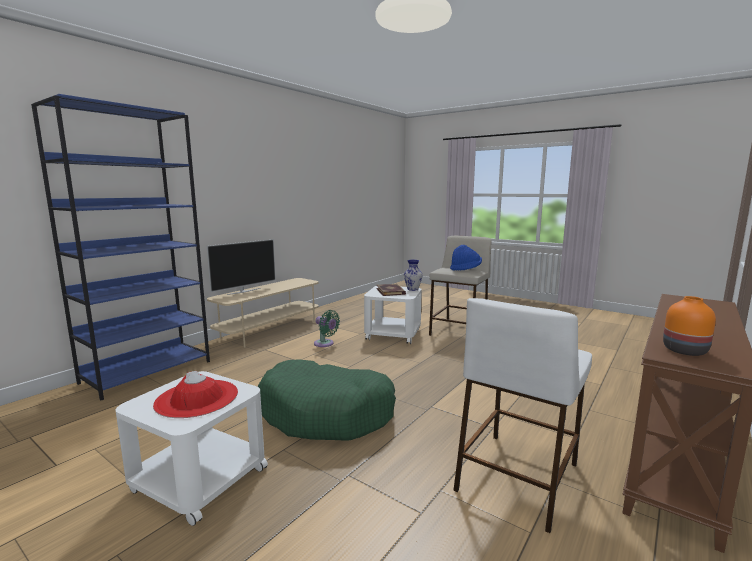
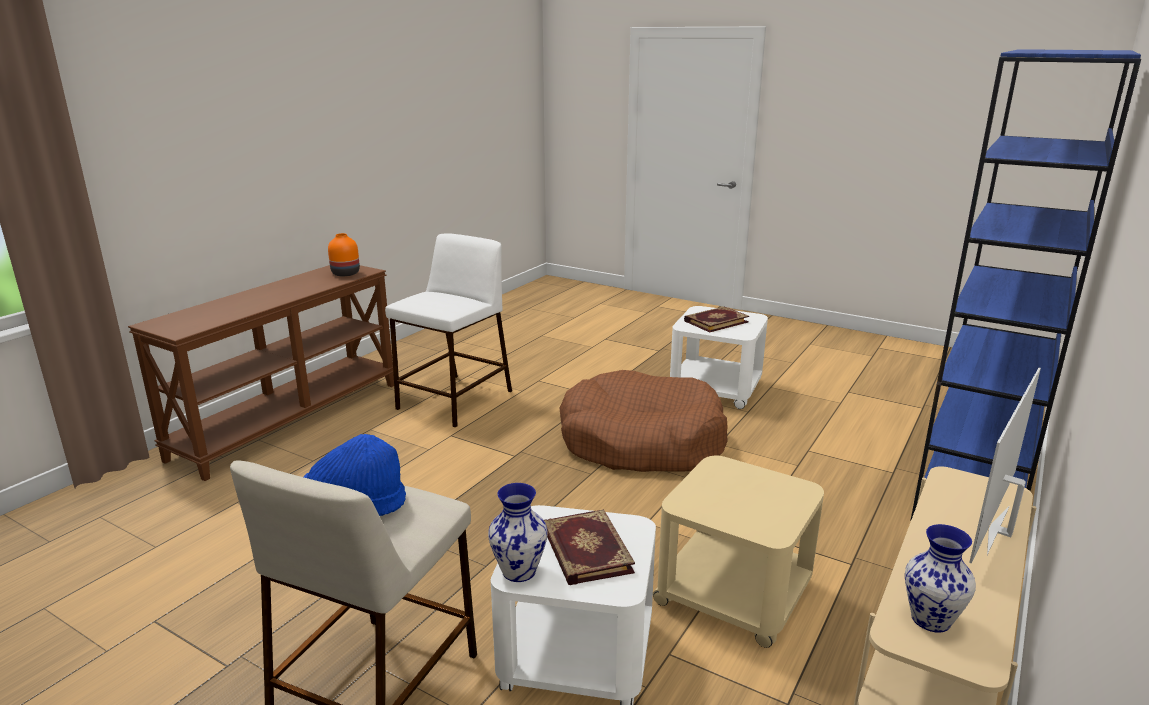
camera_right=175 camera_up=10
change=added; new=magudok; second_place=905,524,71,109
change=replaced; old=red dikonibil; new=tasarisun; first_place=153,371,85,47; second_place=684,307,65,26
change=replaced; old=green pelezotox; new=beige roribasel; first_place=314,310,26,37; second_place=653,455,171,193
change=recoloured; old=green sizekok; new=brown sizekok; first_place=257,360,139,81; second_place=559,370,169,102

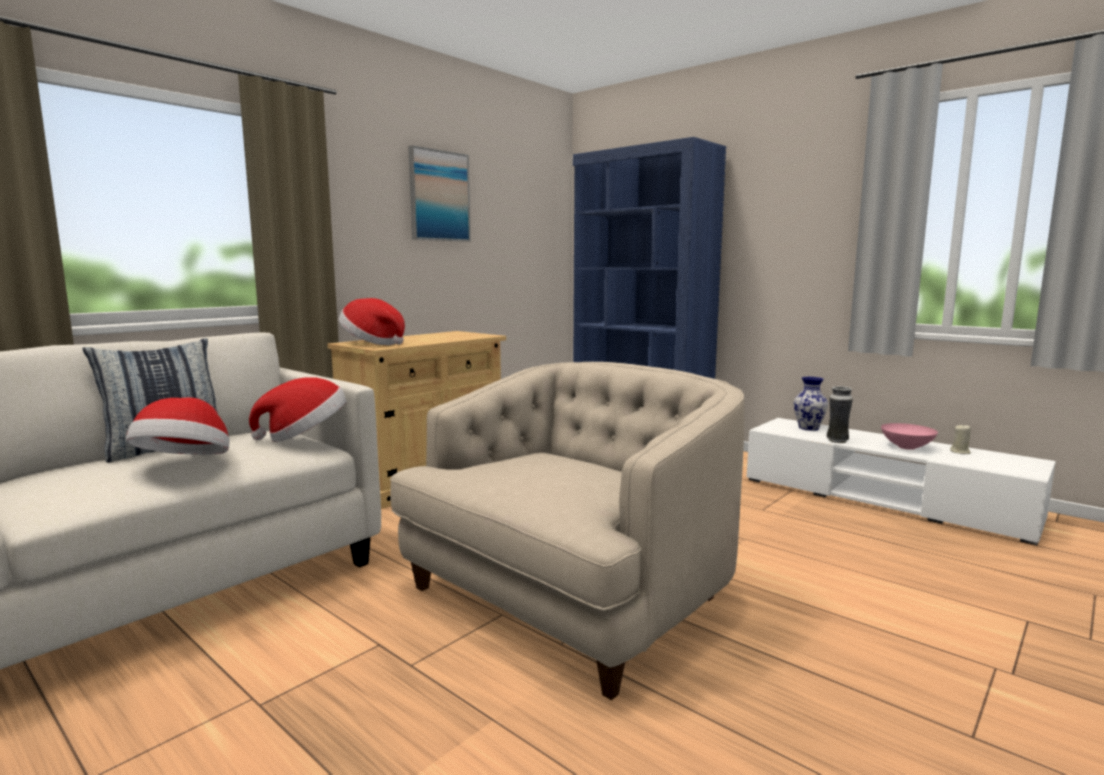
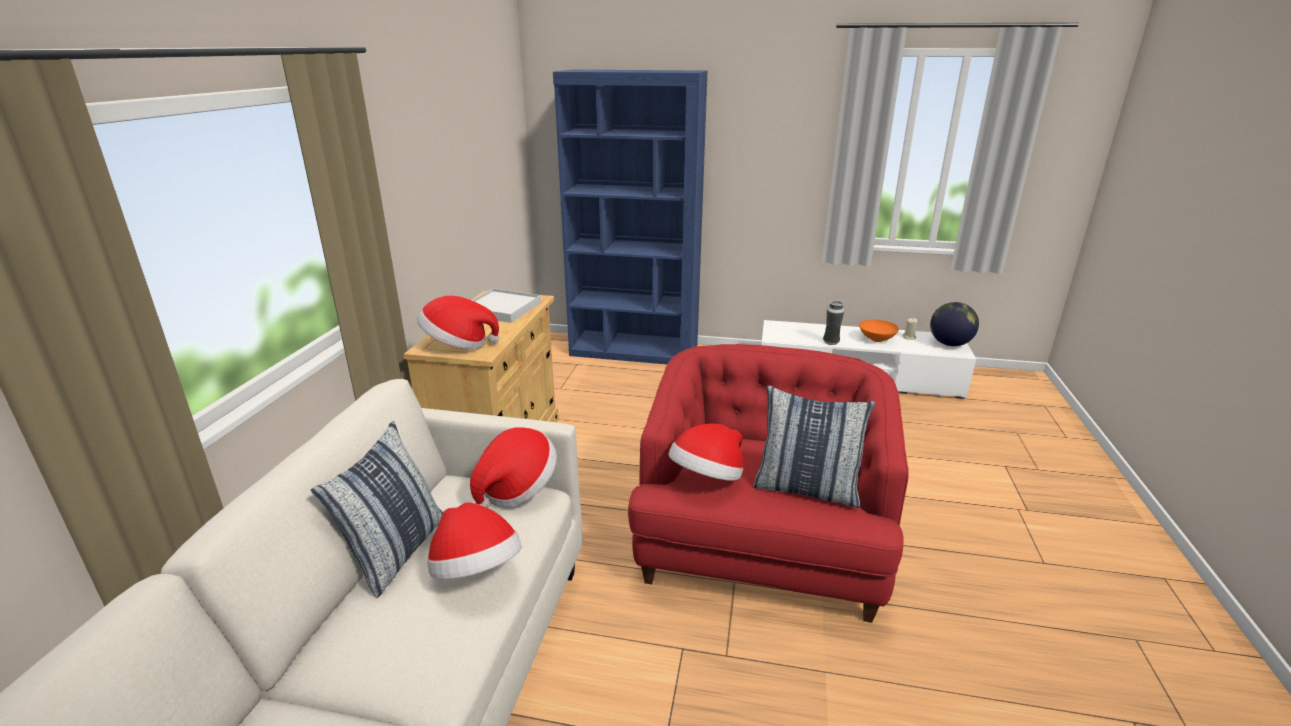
camera_right=-30 camera_up=15
change=removed; old=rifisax; first_place=408,145,63,97
change=removed; old=magudok; first_place=794,377,34,54
change=added; new=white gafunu; second_place=472,289,69,34
change=added; new=dikonibil; second_place=668,424,75,57
change=added; new=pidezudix; second_place=753,385,122,123
change=added; new=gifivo; second_place=930,302,49,44
change=recoloured; old=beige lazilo; new=red lazilo; first_place=390,362,354,338; second_place=628,344,281,279
change=recoloured; old=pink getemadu; new=orange getemadu; first_place=881,423,57,27; second_place=859,320,40,22

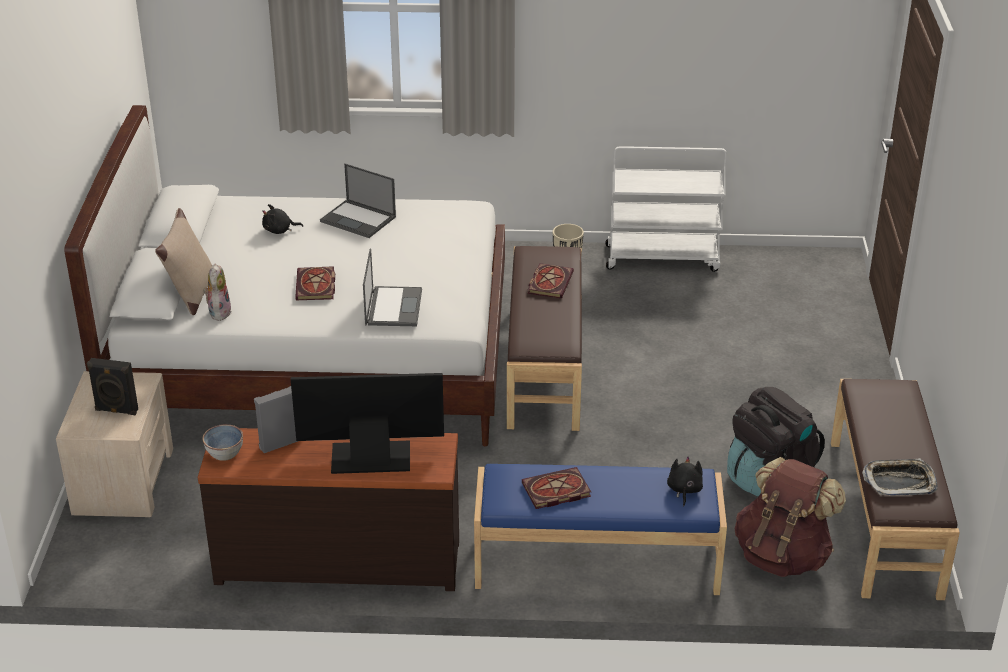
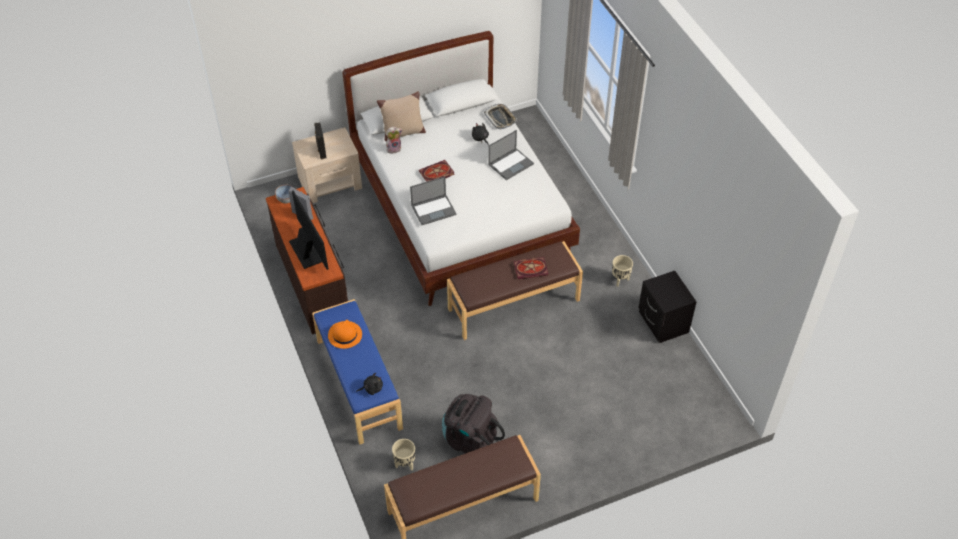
camera_right=65 camera_up=15
change=moved; old=gafunu; first_place=862,458,76,38; second_place=484,104,33,25
change=replaced; old=tasarisun; new=orange dikonibil; first_place=522,467,69,42; second_place=328,320,34,29
change=replaced; old=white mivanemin; new=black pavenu; first_place=605,146,122,126; second_place=638,271,58,72
change=replaced; old=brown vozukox; new=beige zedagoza; first_place=735,457,111,120; second_place=392,439,23,32
change=turned; old=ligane; first_place=320,164,76,74; second_place=488,130,46,50; degrees=-135

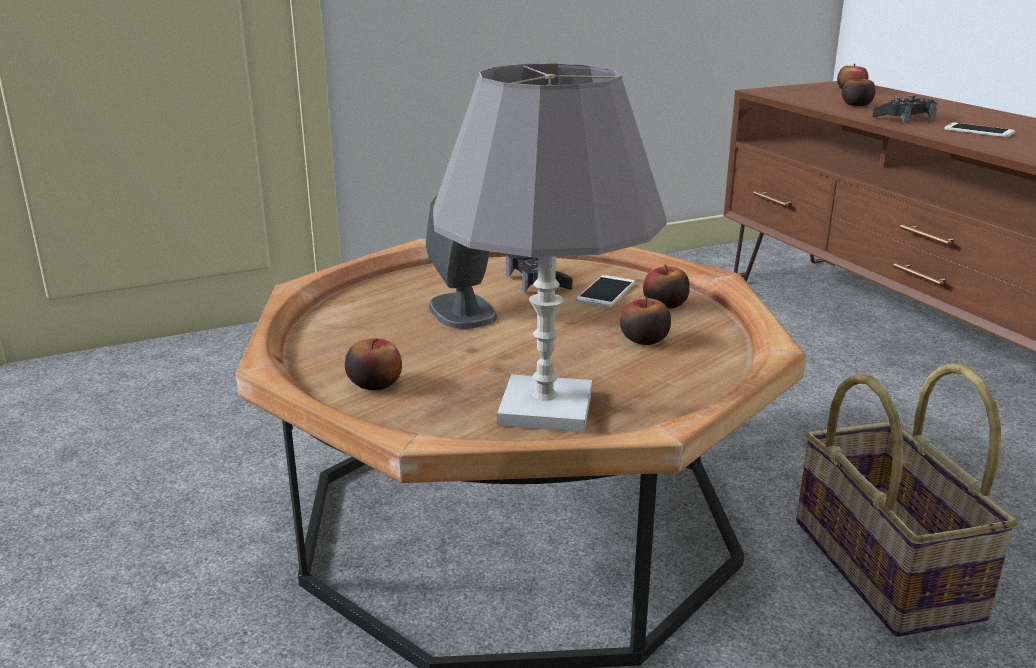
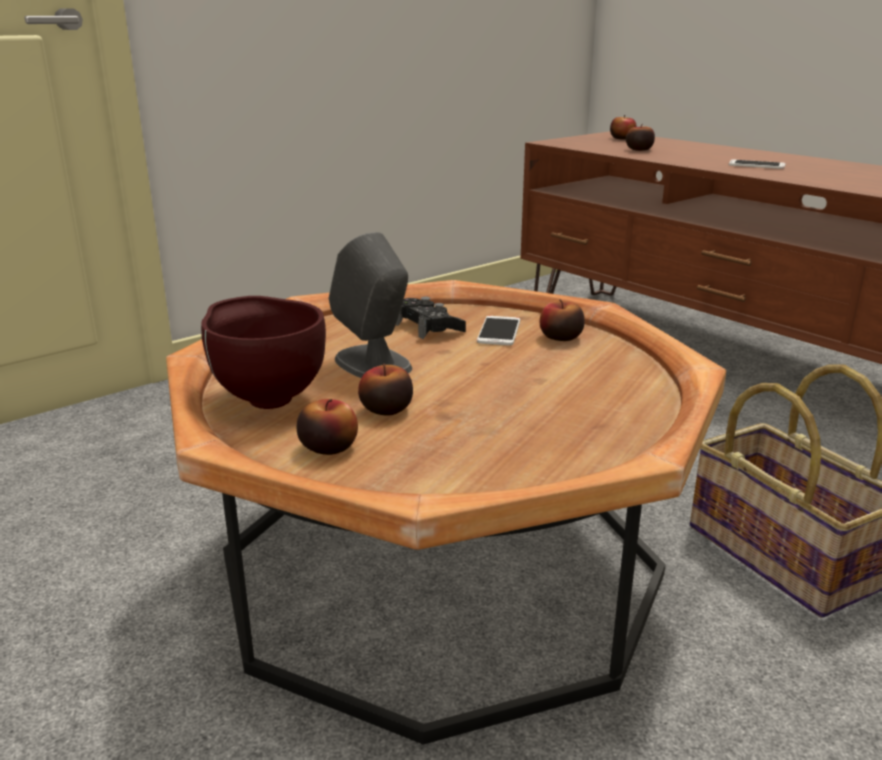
camera_right=-15 camera_up=0
change=removed; old=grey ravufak; first_place=433,63,234,369
change=removed; old=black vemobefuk; first_place=873,95,64,28
change=added; new=brown getemadu; second_place=201,296,125,113
change=moved; old=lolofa; first_place=620,297,51,48; second_place=358,363,55,53

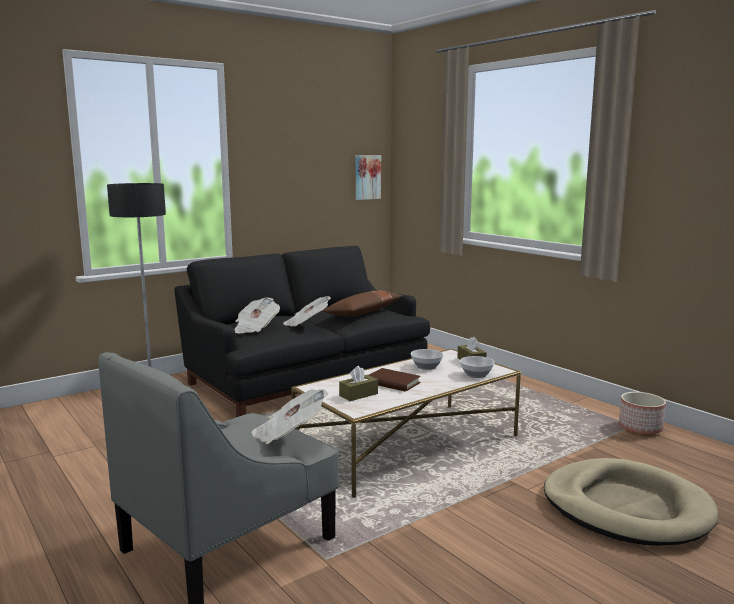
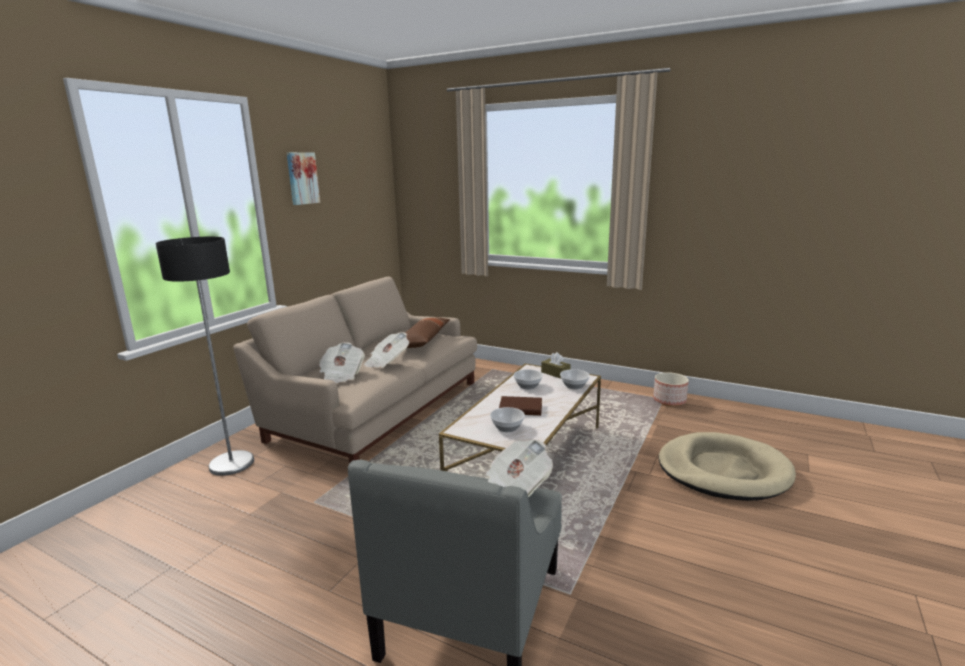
camera_right=-25 camera_up=5
change=moved; old=rifisax; first_place=356,155,25,45; second_place=287,152,33,53
change=replaced; old=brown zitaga; new=getemadu; first_place=339,366,39,35; second_place=490,407,35,25
change=recoloured; old=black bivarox; new=beige bivarox; first_place=174,246,256,171; second_place=233,276,244,188

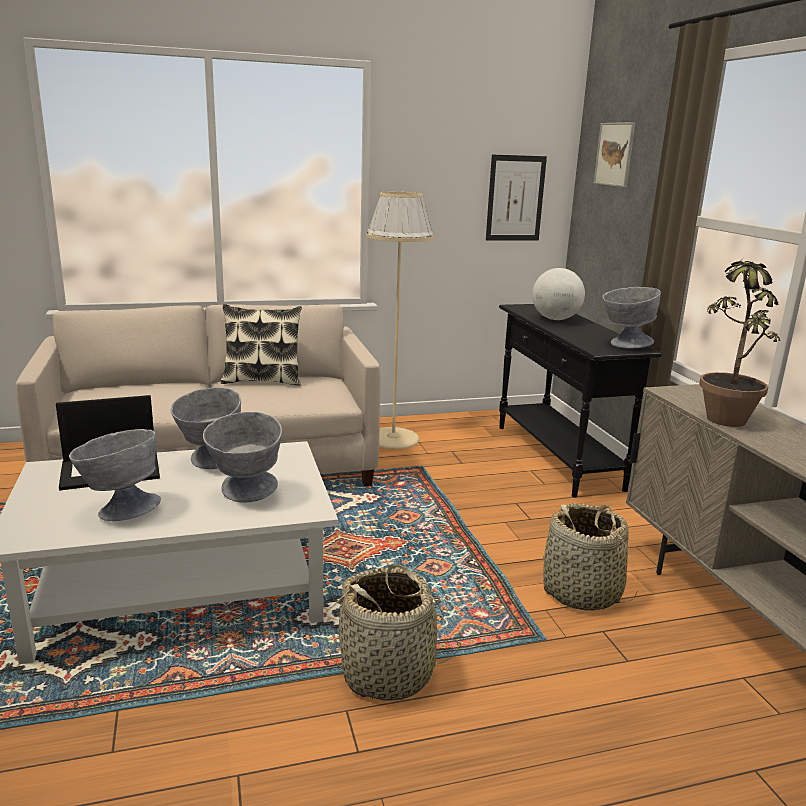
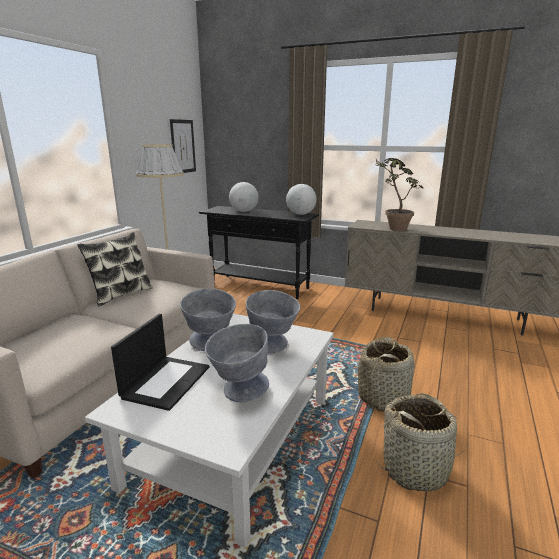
camera_right=-50 camera_up=0
change=removed; old=rifisax; first_place=594,122,42,65
change=moved; old=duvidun; first_place=543,503,95,108; second_place=376,393,94,99
change=replaced; old=grey getemadu; new=gifivo; first_place=602,287,59,62; second_place=286,184,31,31

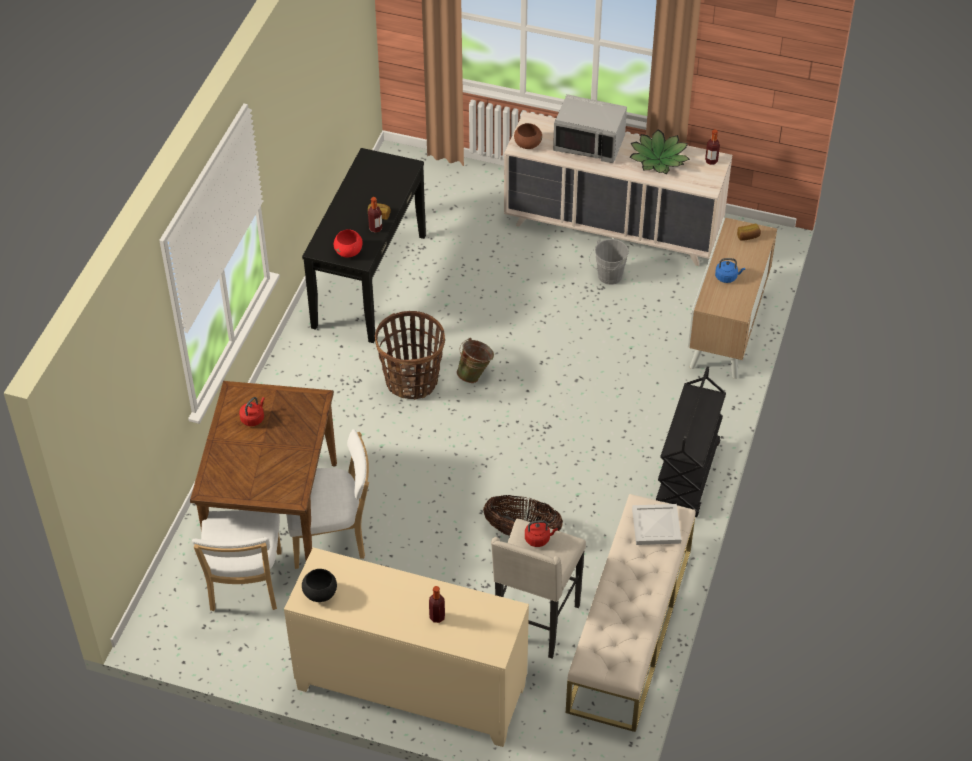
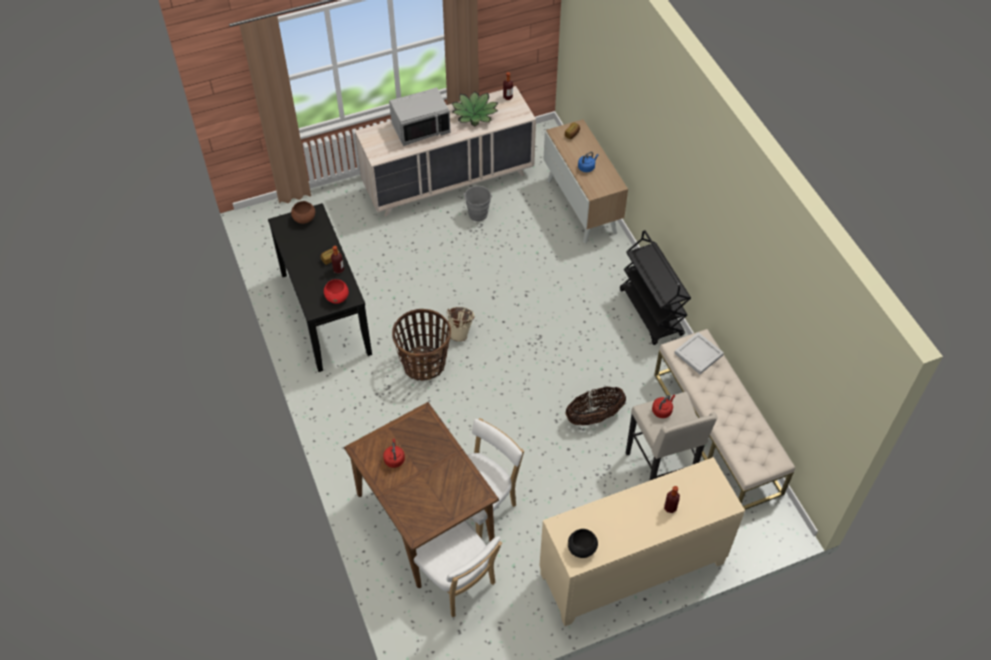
camera_right=-40 camera_up=5
change=moved; old=brown getemadu; first_place=514,123,28,26; second_place=291,201,24,23
change=recoloured; old=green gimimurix; new=beige gimimurix; first_place=456,338,38,45; second_place=446,307,29,35

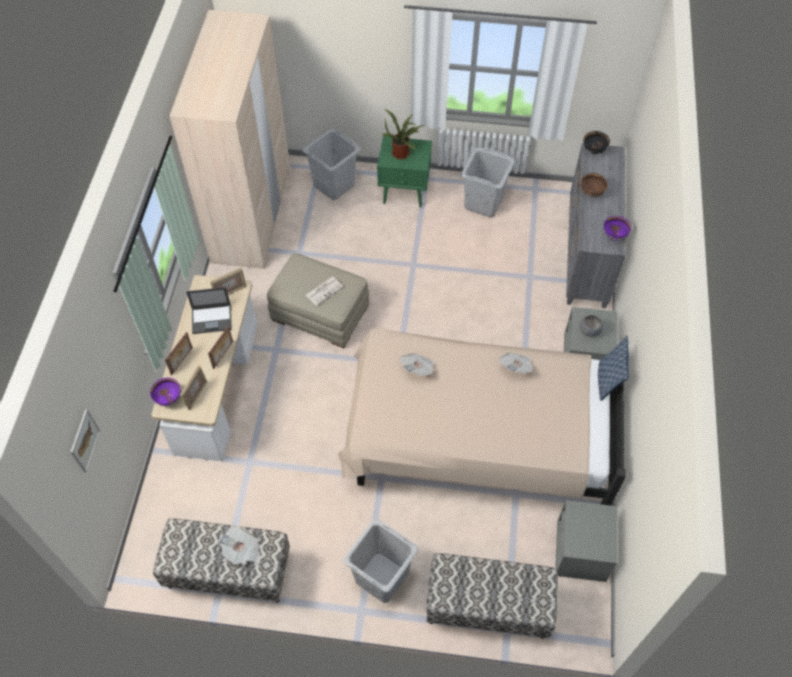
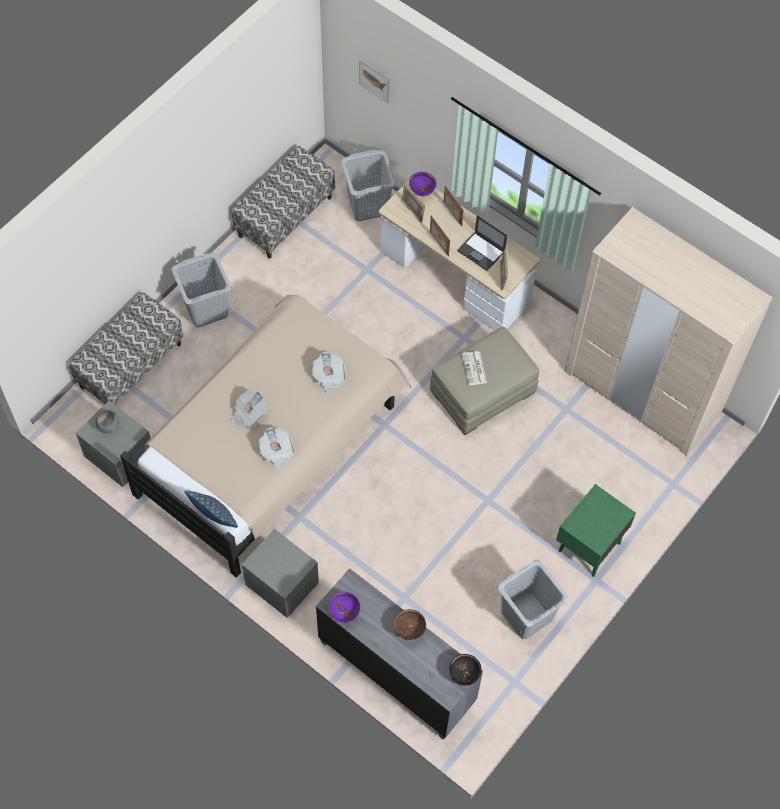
camera_right=120 camera_up=5
change=removed; old=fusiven; first_place=382,109,42,51
change=moved; old=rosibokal; first_place=219,526,41,39; second_place=231,390,36,39
change=moved; old=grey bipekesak; first_place=303,129,57,71; second_place=341,150,55,71
change=moved; old=grey getemadu; first_place=580,315,23,22; second_place=96,410,23,24
change=turned; old=ligane; first_place=186,287,46,47; second_place=457,215,50,56; degrees=-75

